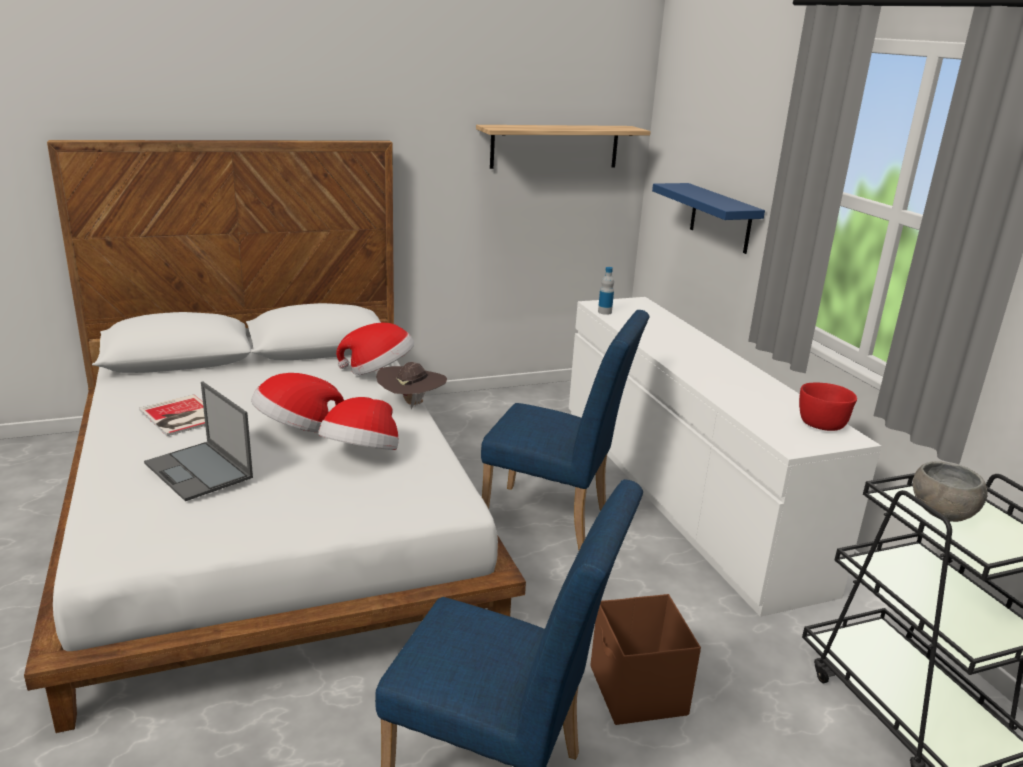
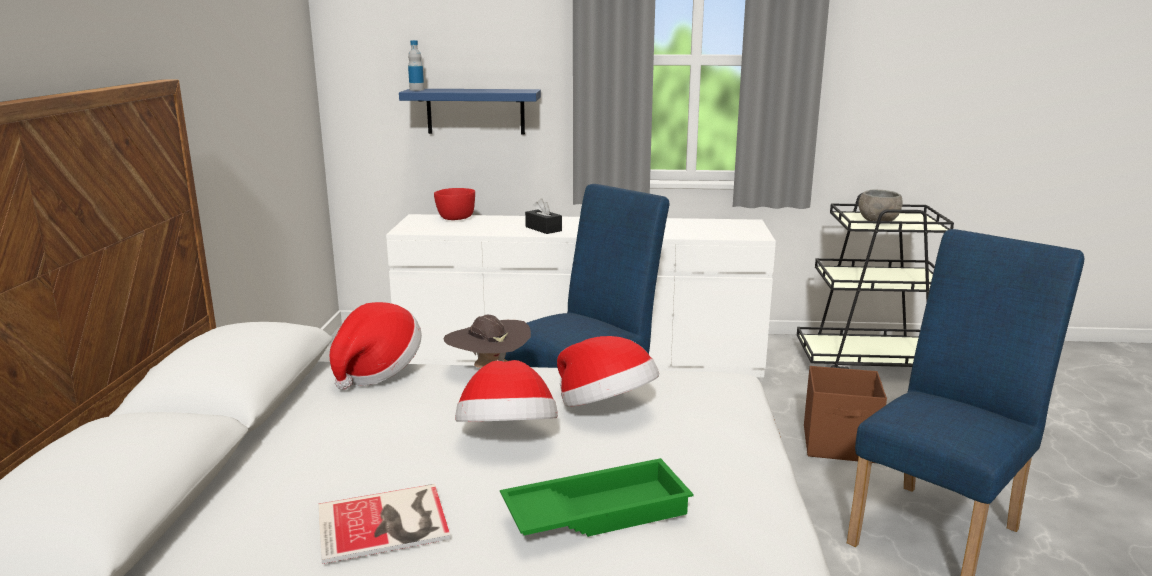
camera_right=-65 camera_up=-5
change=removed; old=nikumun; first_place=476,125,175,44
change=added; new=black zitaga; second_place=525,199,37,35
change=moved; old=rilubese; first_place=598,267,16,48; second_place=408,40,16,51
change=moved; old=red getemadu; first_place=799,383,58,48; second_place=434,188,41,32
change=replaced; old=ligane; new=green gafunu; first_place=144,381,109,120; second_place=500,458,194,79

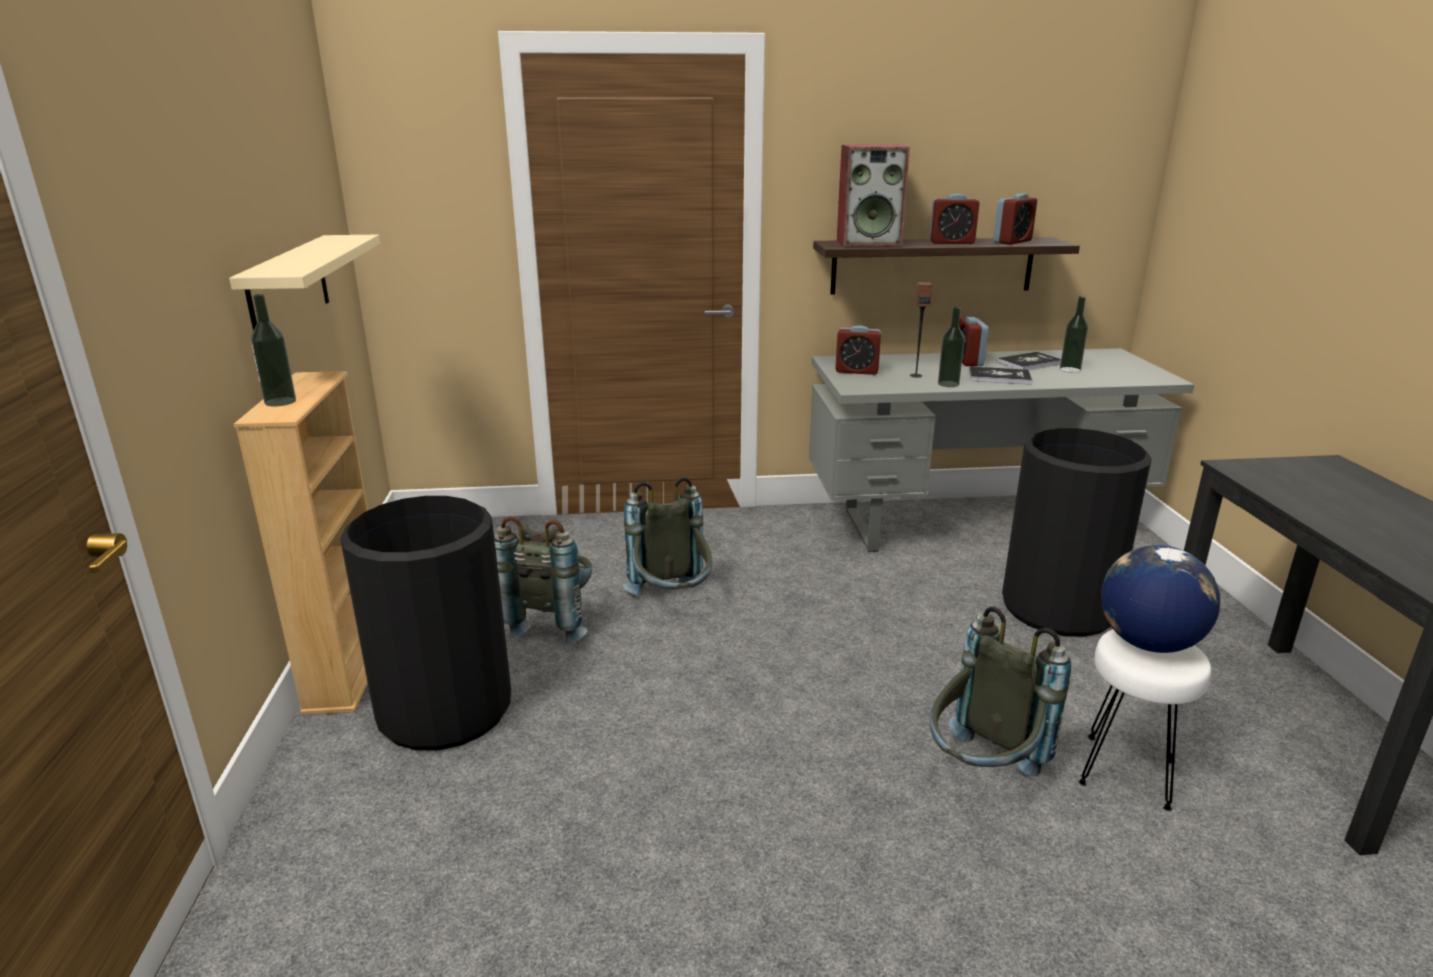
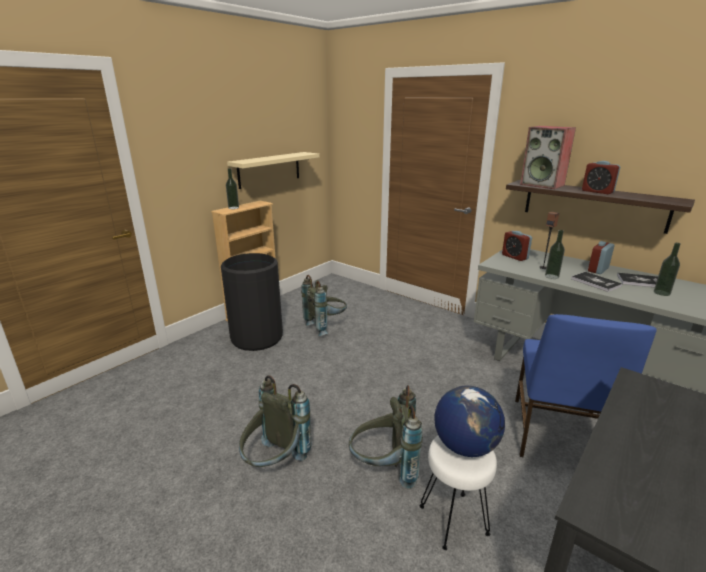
camera_right=45 camera_up=0
change=removed; old=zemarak; first_place=993,193,44,52
change=moved; old=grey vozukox; first_place=623,477,90,119; second_place=239,375,73,92
change=replaced; old=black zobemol; new=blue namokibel; first_place=1002,428,150,209; second_place=515,314,142,143

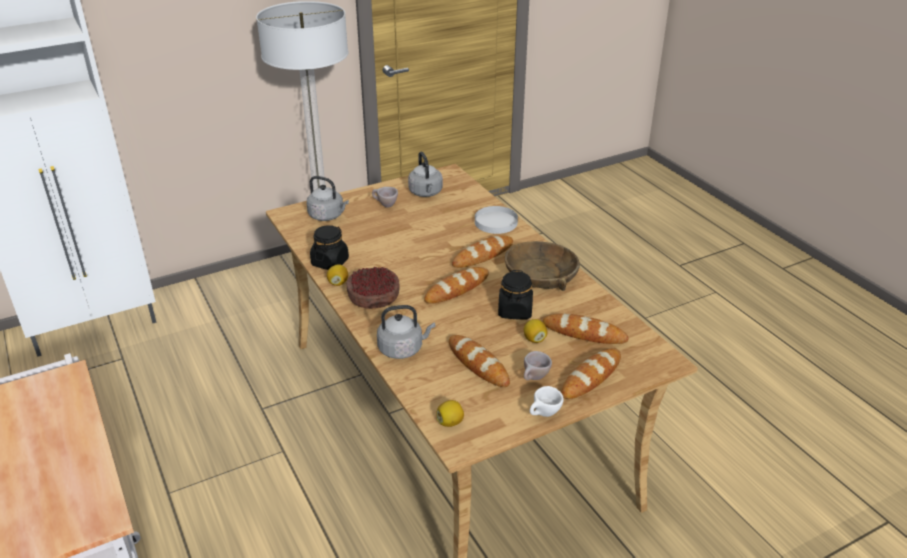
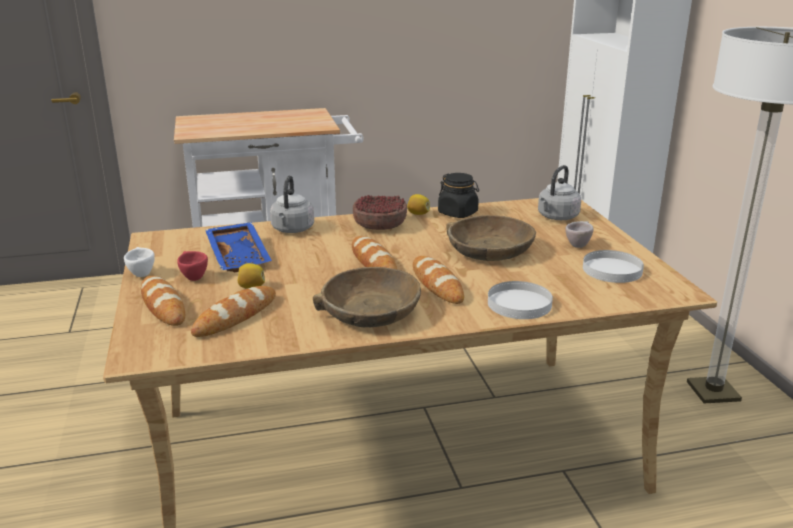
camera_right=105 camera_up=-10
change=removed; old=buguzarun; first_place=436,400,28,27
change=removed; old=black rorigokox; first_place=498,270,35,50
change=added; new=brown getemadu; second_place=446,215,90,46
change=replaced; old=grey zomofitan; new=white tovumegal; first_place=408,151,35,46; second_place=583,250,61,33
change=replaced; old=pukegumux; new=blue gafunu; first_place=449,335,61,52; second_place=205,222,67,50
change=recoloured; old=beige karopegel; new=red karopegel; first_place=524,351,28,29; second_place=177,251,31,30

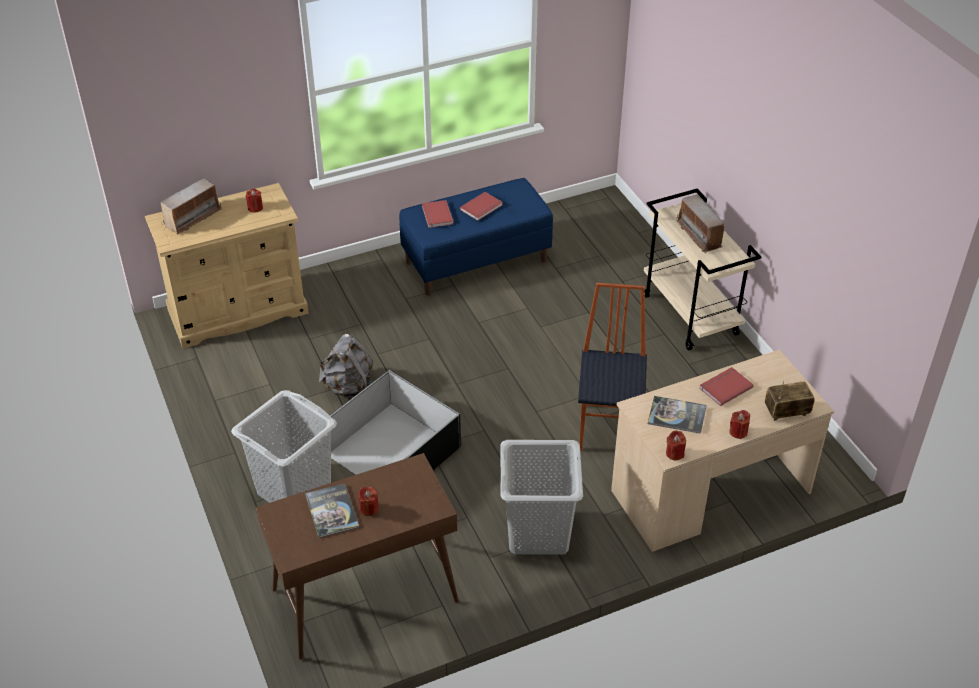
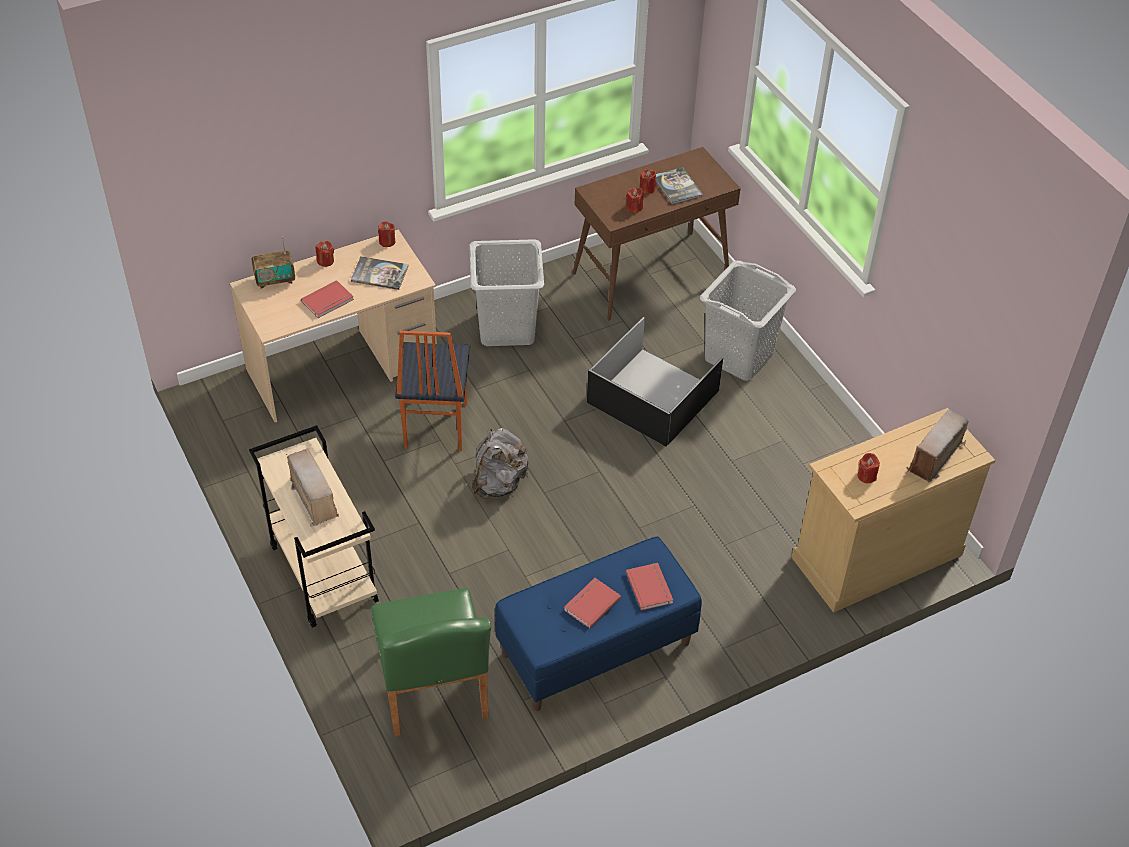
camera_right=175 camera_up=5
change=added; new=green namokibel; second_place=371,588,120,148
change=added; new=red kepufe; second_place=626,188,18,25
change=moved; old=grey vozukox; first_place=319,334,54,63; second_place=472,428,57,71

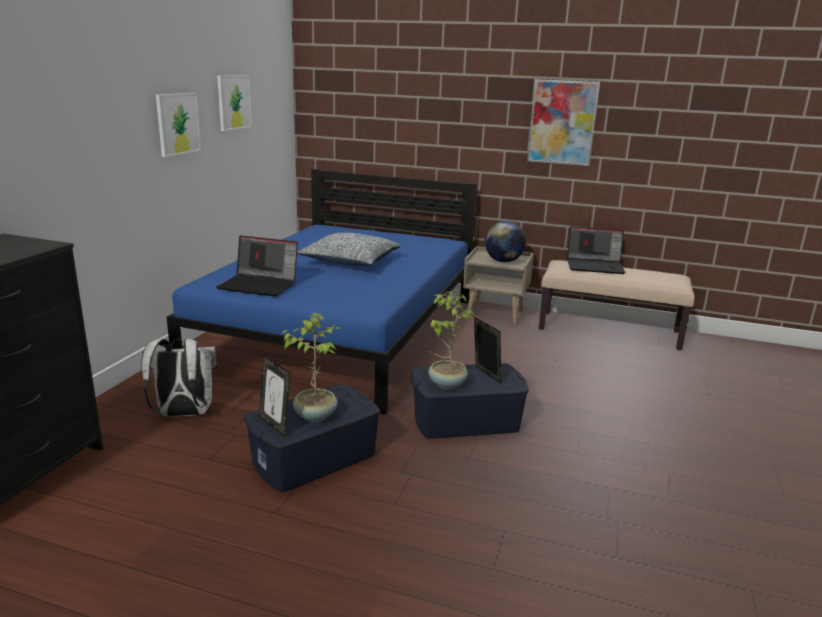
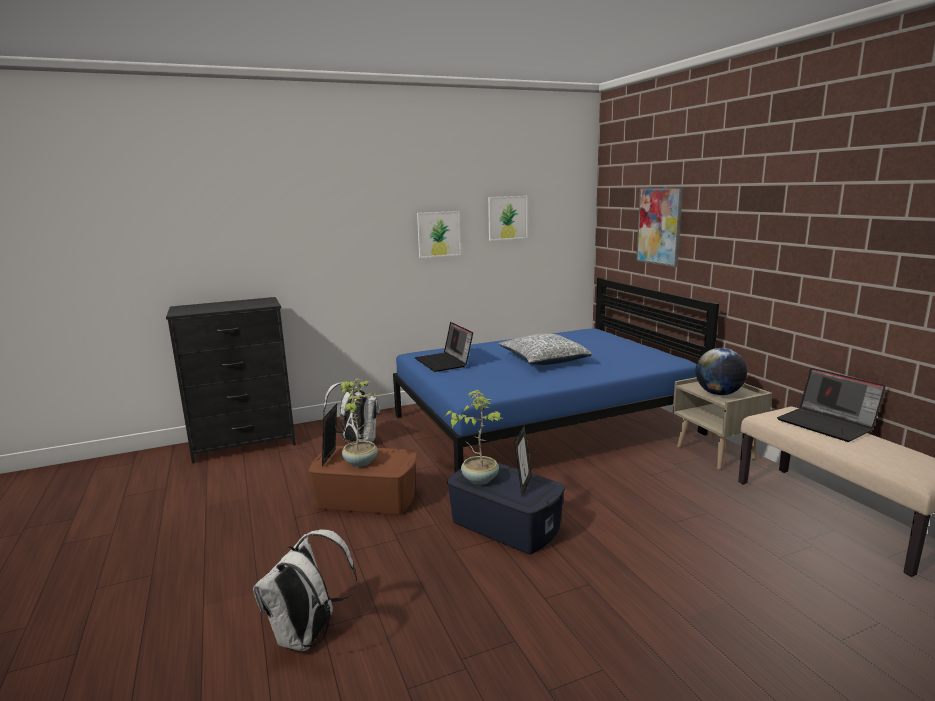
camera_right=50 camera_up=-5
change=added; new=white vozukox; second_place=253,529,104,122
change=moved; old=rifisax; first_place=527,79,73,87; second_place=636,187,47,80
change=recoloured; old=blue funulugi; new=brown funulugi; first_place=244,385,136,107; second_place=309,446,108,69

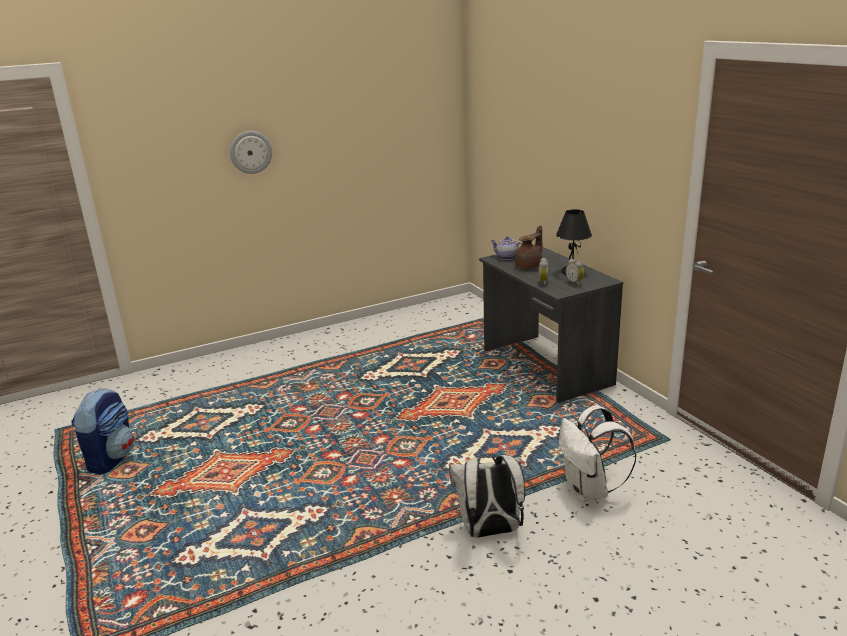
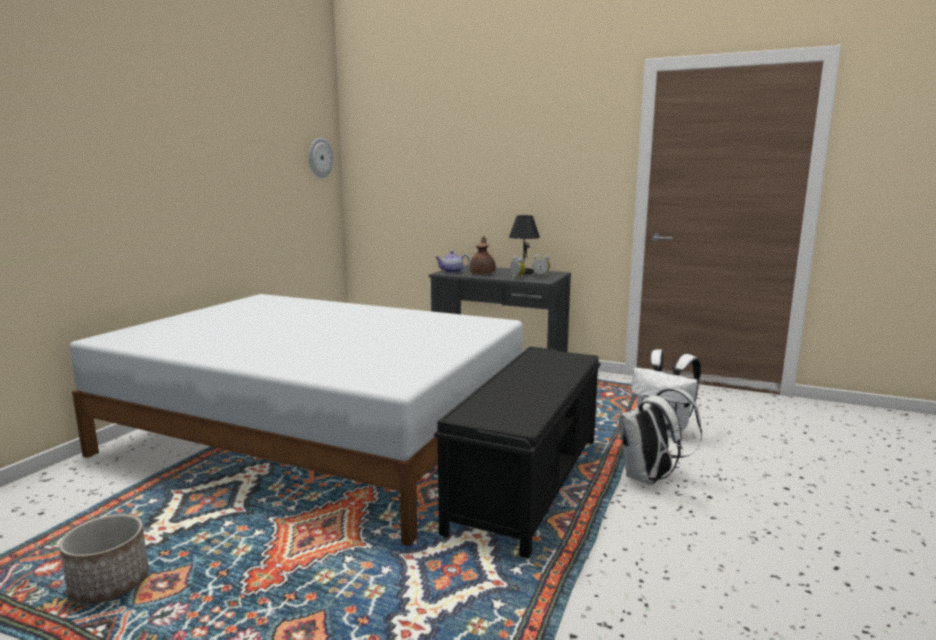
camera_right=-40 camera_up=-10
change=added; new=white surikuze; second_place=69,294,454,252
change=added; new=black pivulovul; second_place=434,346,166,213
change=moved; old=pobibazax; first_place=230,131,42,43; second_place=309,138,24,40
change=replaced; old=vozukox; new=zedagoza; first_place=72,388,62,87; second_place=59,514,90,90

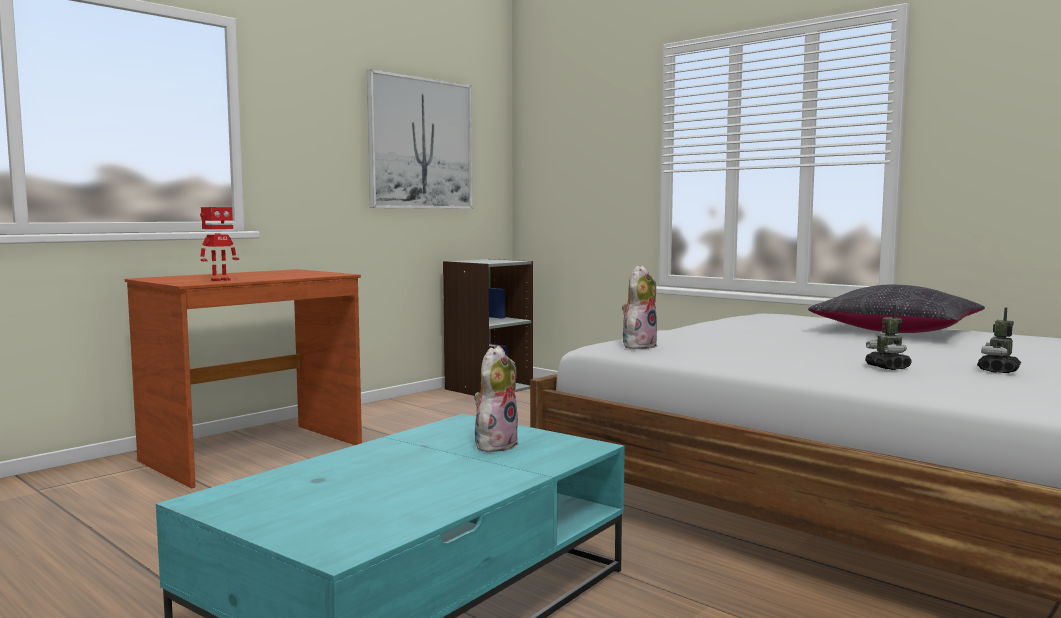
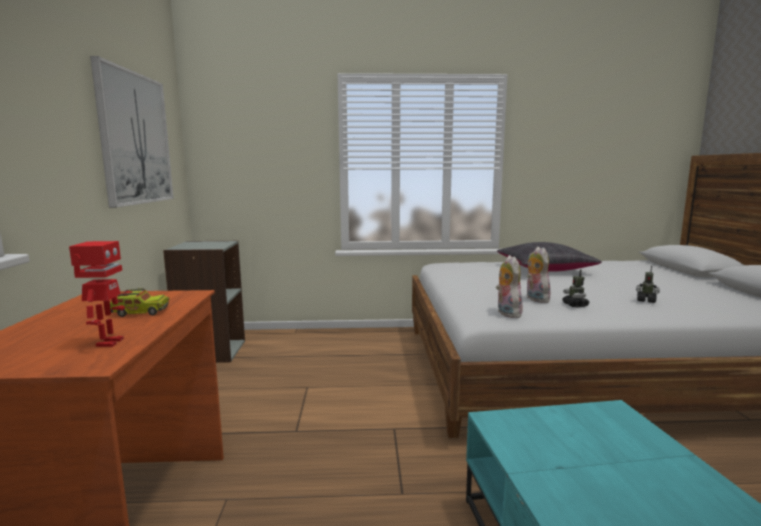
camera_right=-45 camera_up=5
change=added; new=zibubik; second_place=110,287,60,30
change=moved; old=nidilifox; first_place=474,346,45,106; second_place=527,247,24,56
change=moved; old=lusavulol; first_place=977,307,44,66; second_place=562,269,27,39

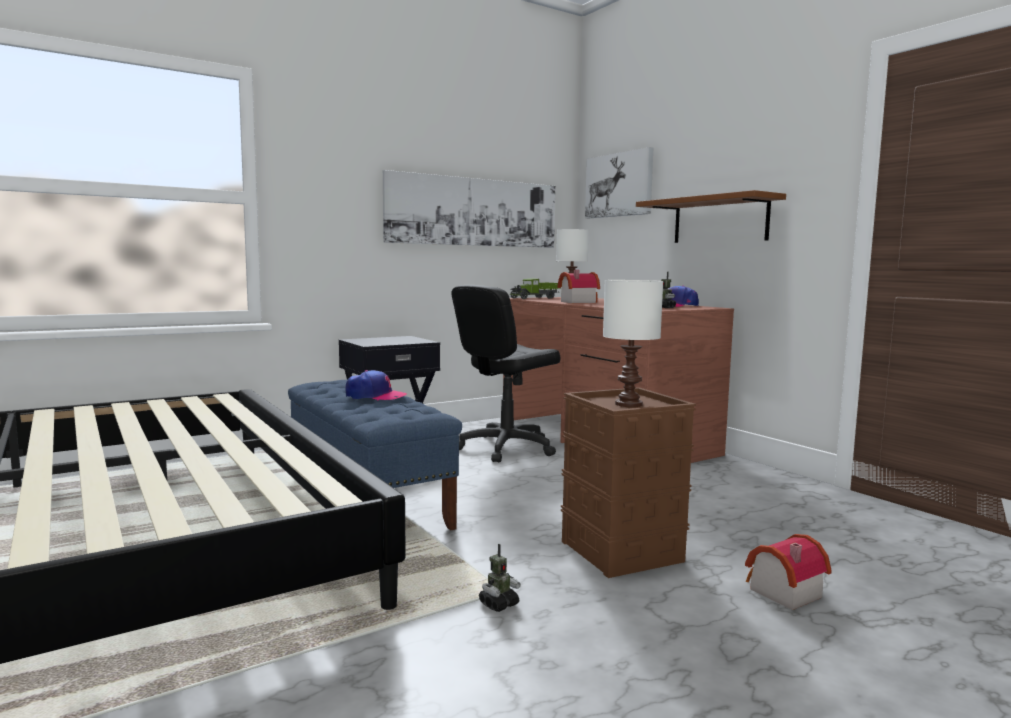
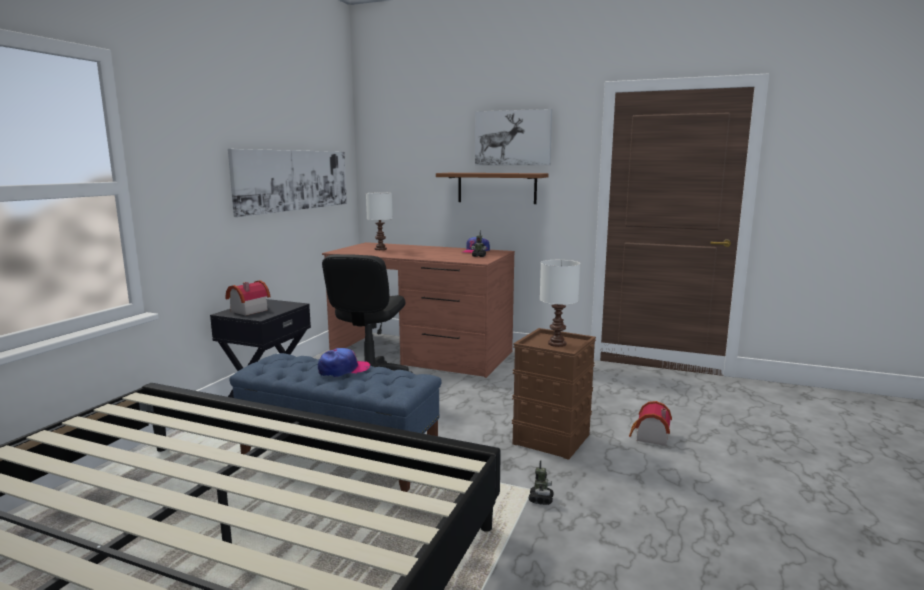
camera_right=-35 camera_up=5
change=removed; old=zibubik; first_place=510,278,51,21
change=moved; old=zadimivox; first_place=557,270,43,33; second_place=225,280,45,36
change=moved; old=rifisax; first_place=585,147,68,71; second_place=475,109,77,56

